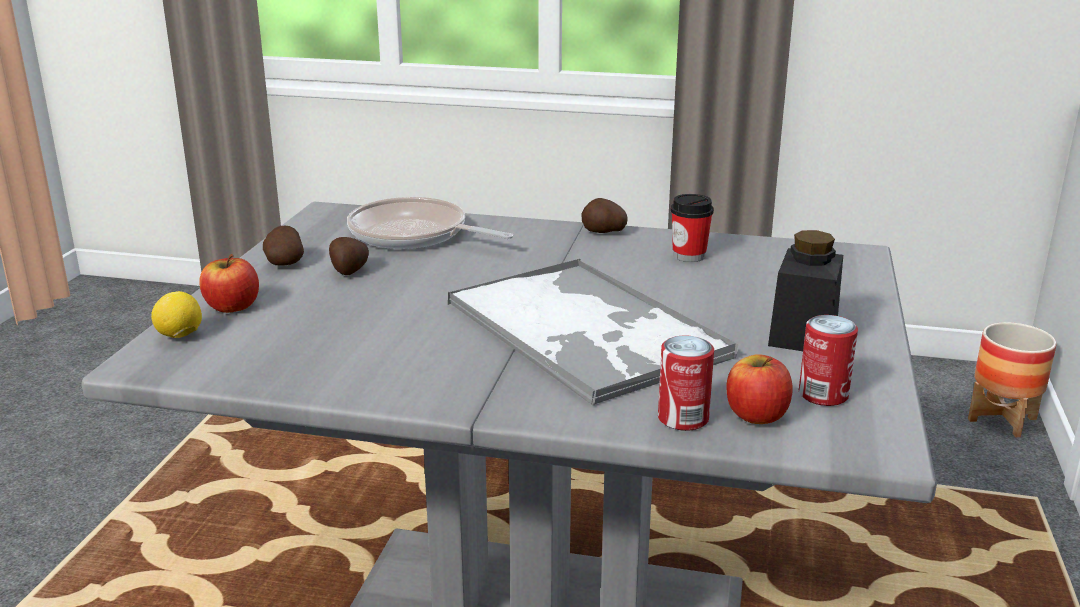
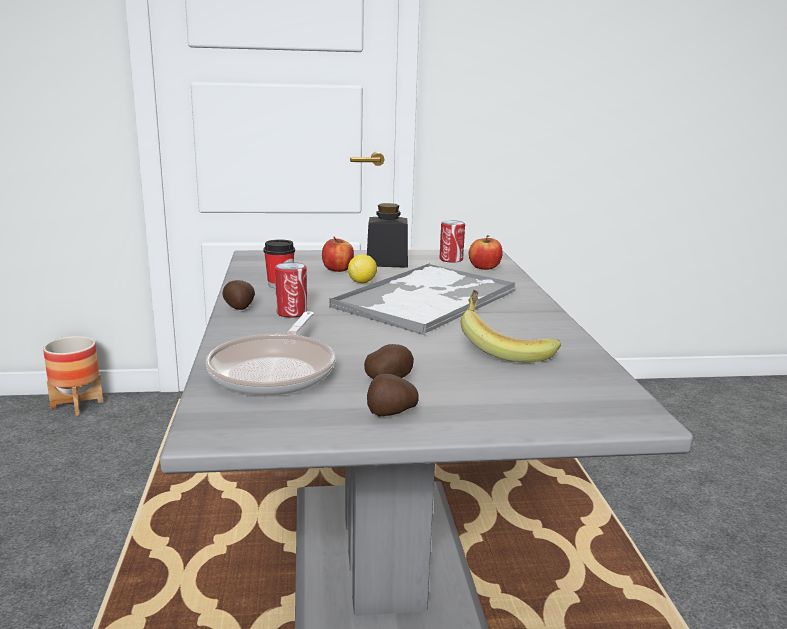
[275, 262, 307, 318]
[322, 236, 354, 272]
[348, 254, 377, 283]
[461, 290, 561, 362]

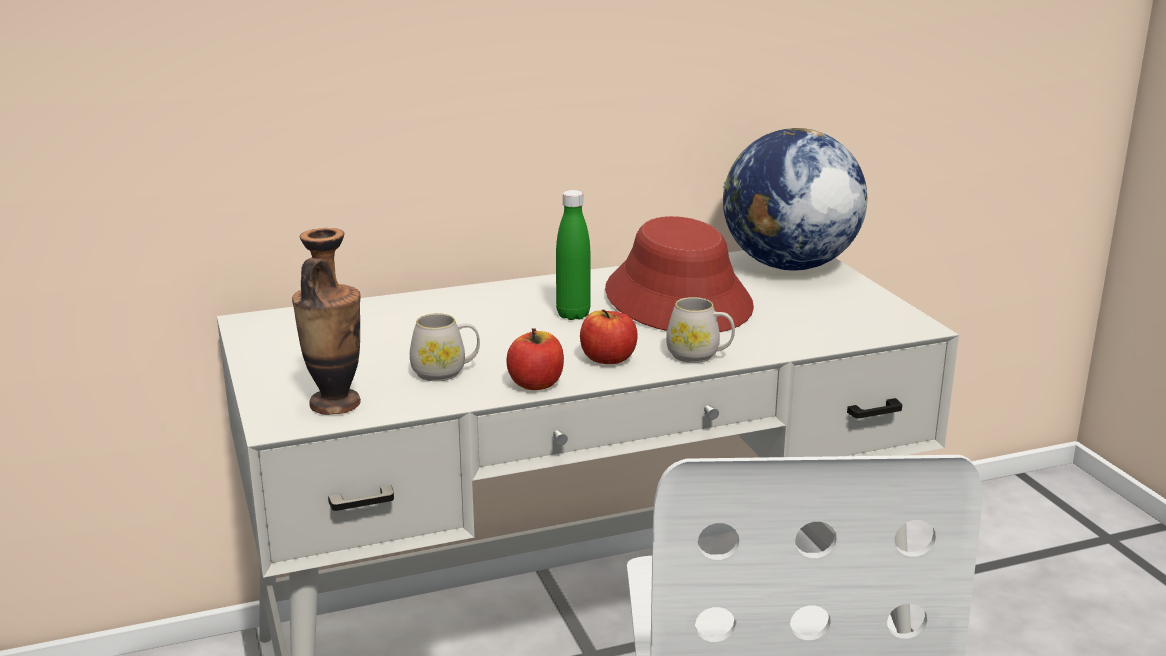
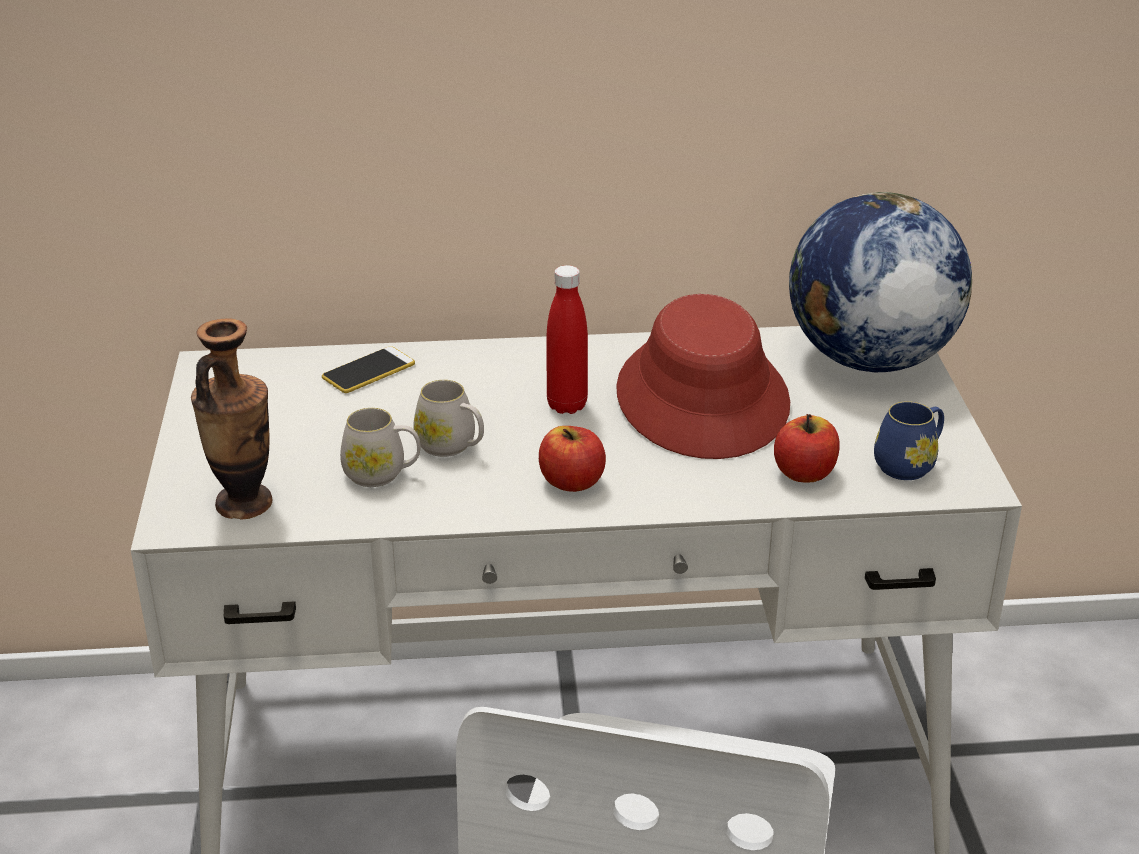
[322, 346, 415, 393]
[413, 380, 484, 457]
[547, 265, 588, 414]
[774, 414, 840, 482]
[874, 401, 944, 480]

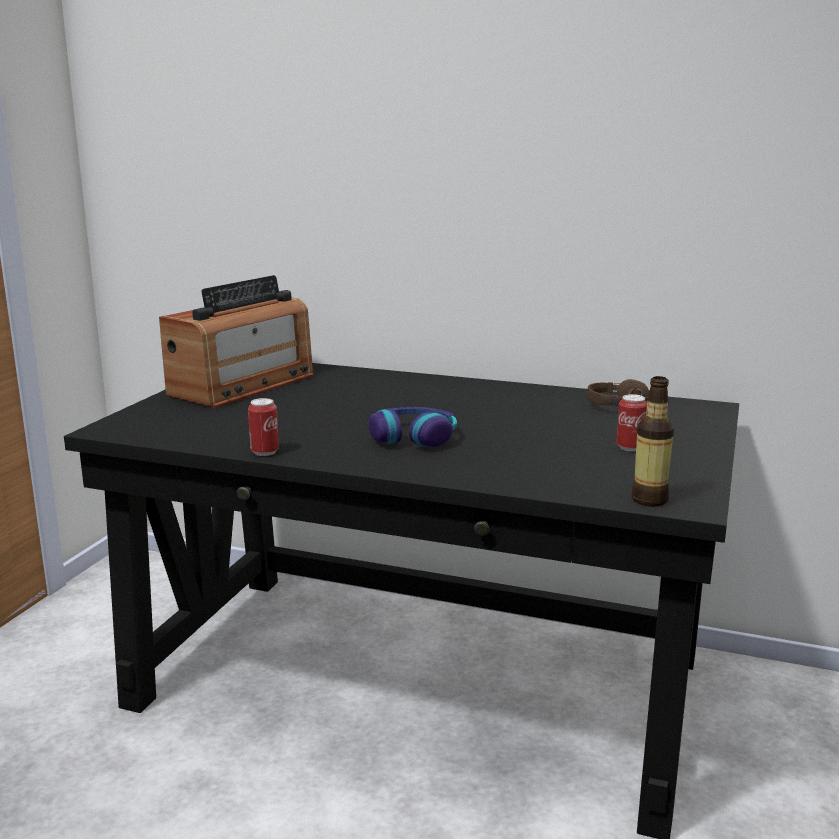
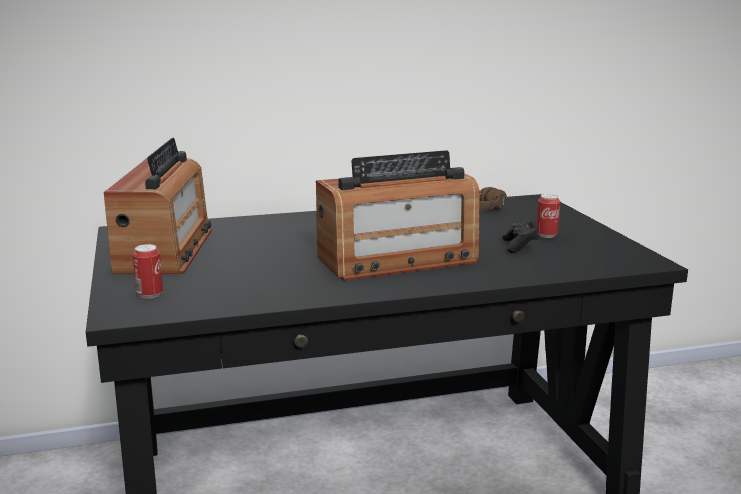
[133, 244, 163, 299]
[316, 150, 480, 281]
[502, 220, 539, 253]
[632, 376, 674, 507] (first image)

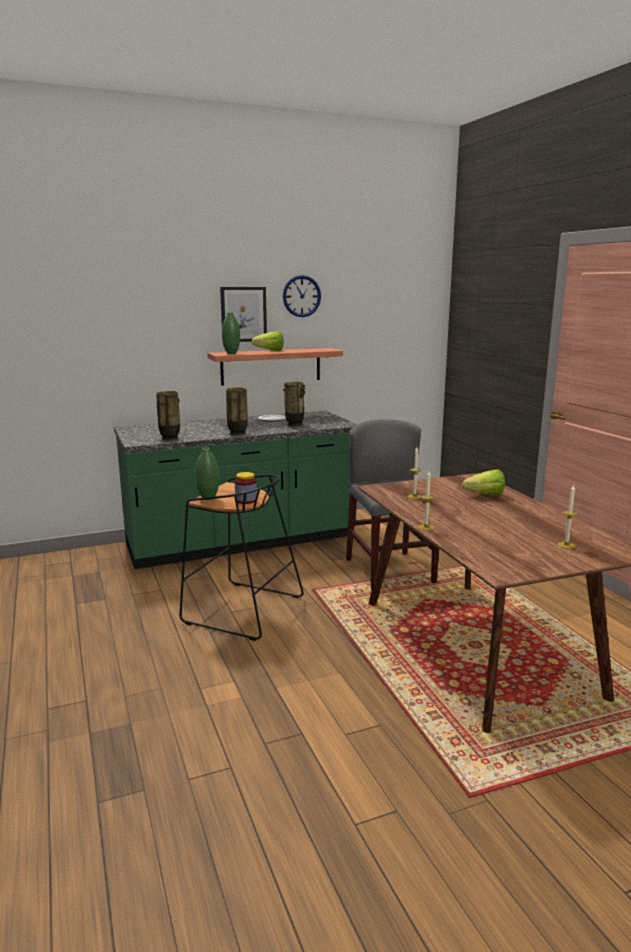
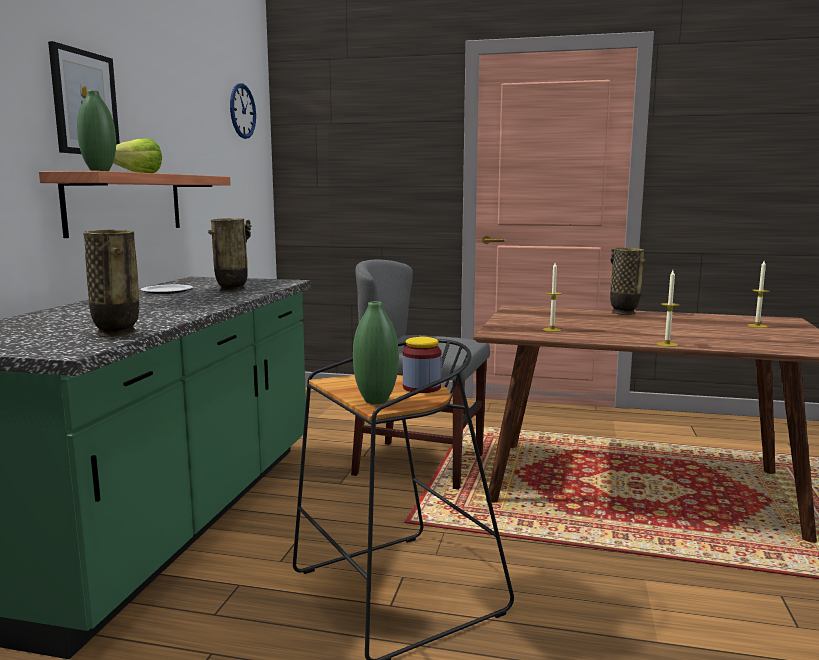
[230, 84, 256, 139]
[610, 248, 646, 315]
[462, 470, 505, 496] (first image)

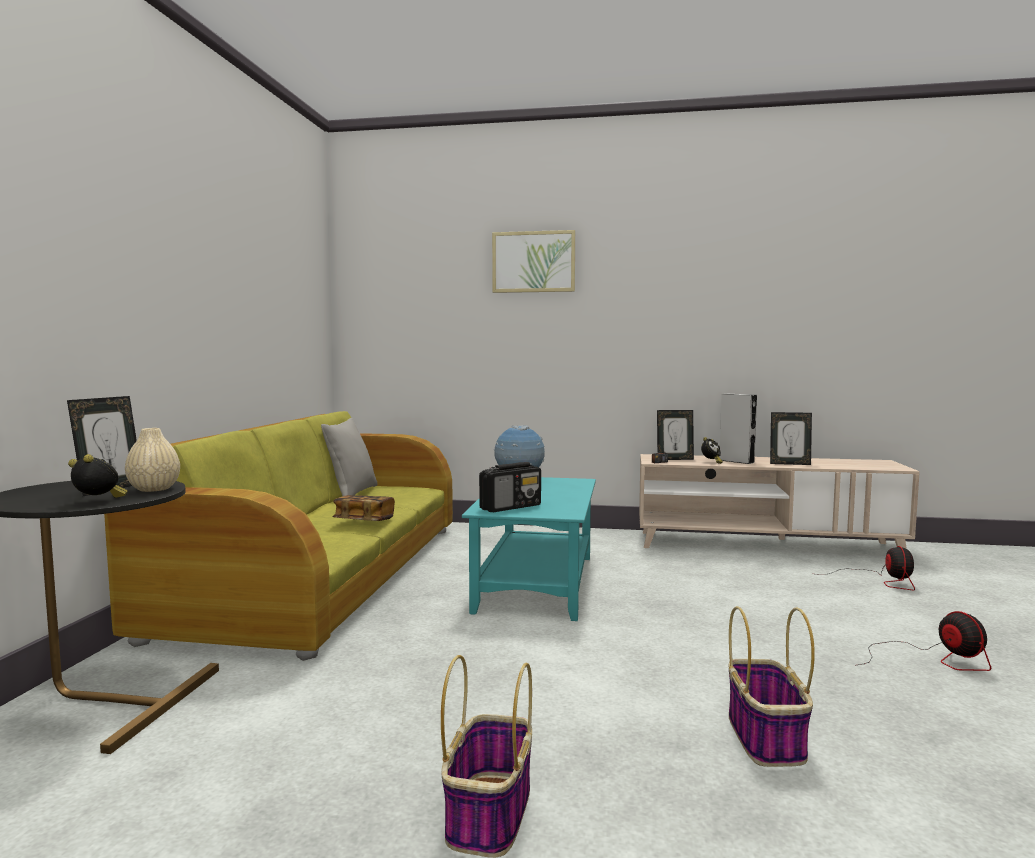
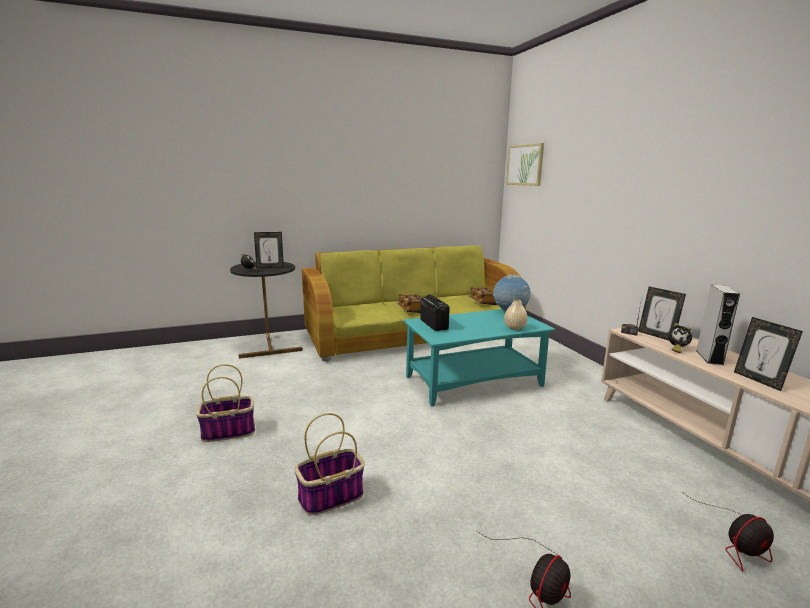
[420, 295, 450, 331]
[469, 287, 497, 305]
[504, 300, 528, 330]
[506, 143, 544, 186]
[321, 418, 377, 496] (first image)

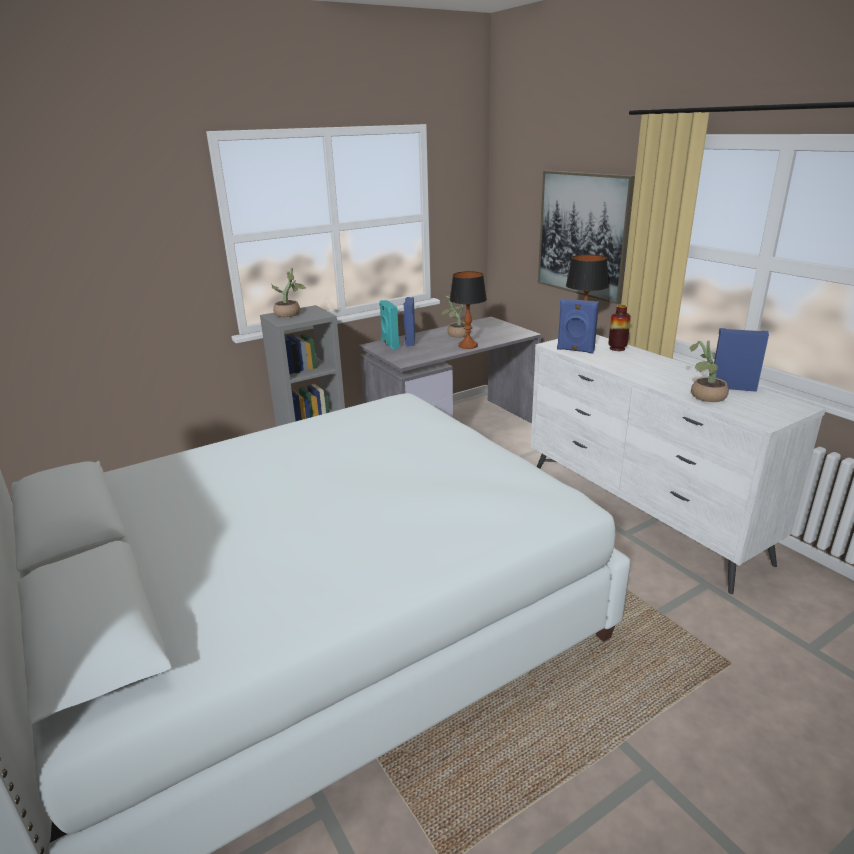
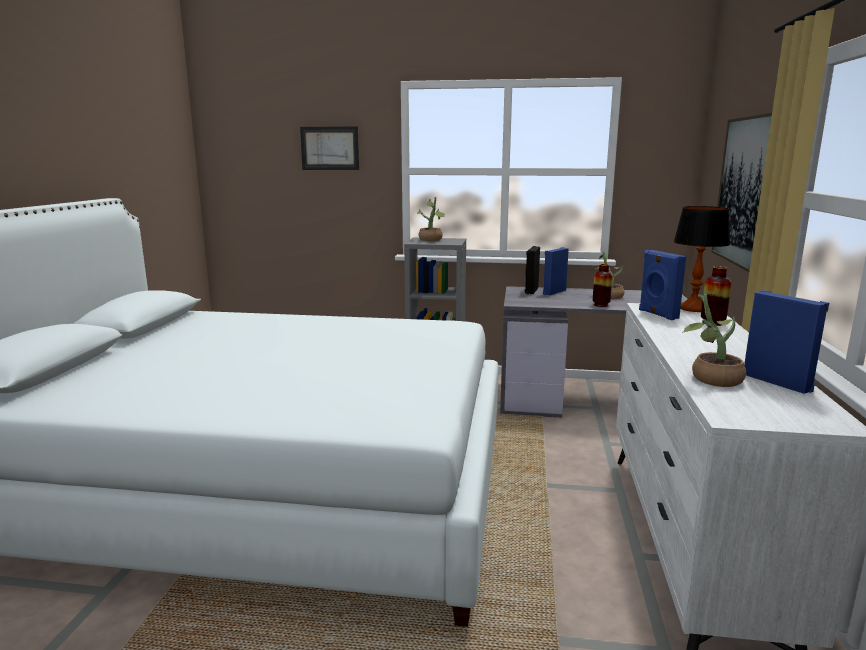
[300, 126, 359, 170]
[525, 246, 540, 294]
[593, 264, 613, 307]

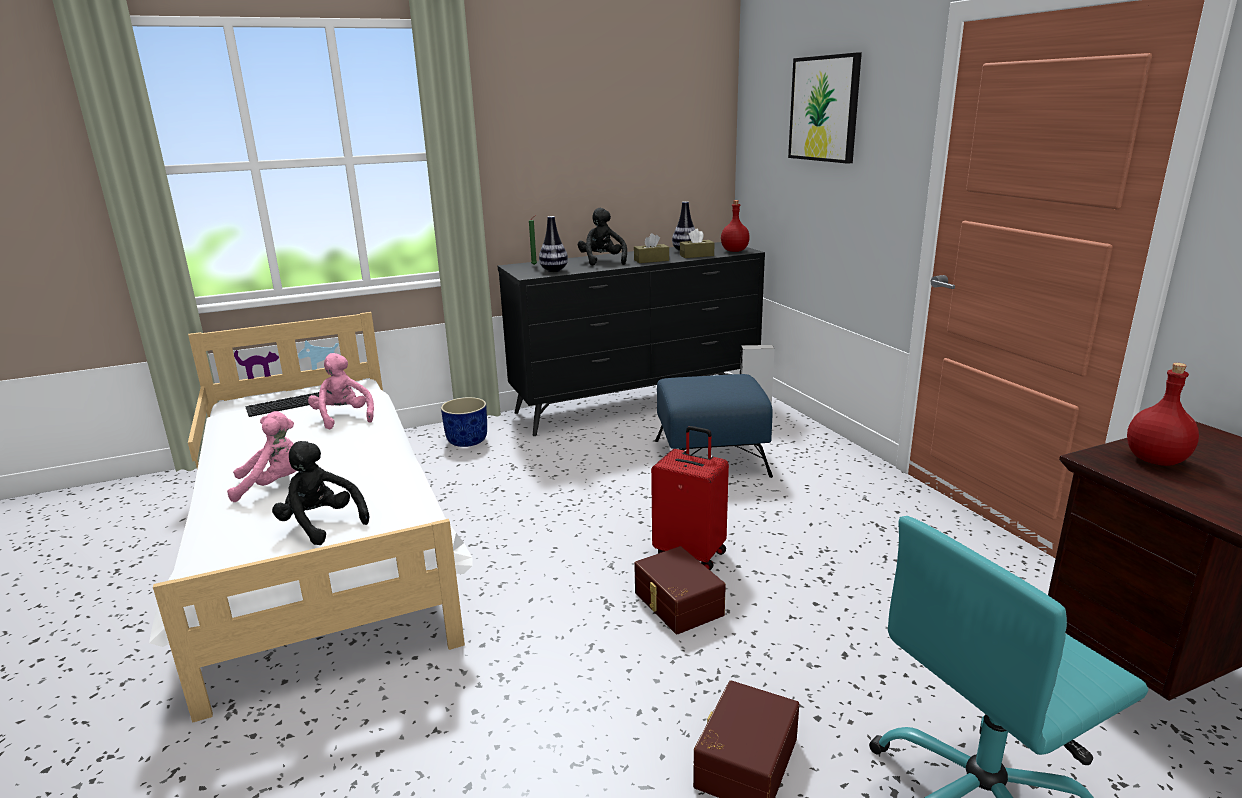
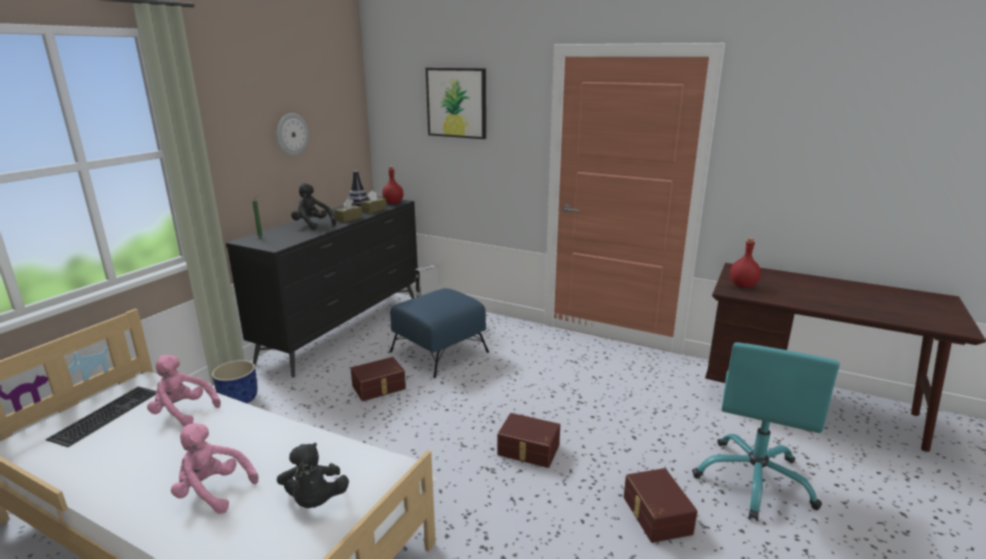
[171, 423, 259, 514]
[277, 113, 309, 156]
[277, 443, 349, 508]
[351, 357, 406, 401]
[539, 216, 568, 272] (first image)
[651, 426, 729, 570] (first image)

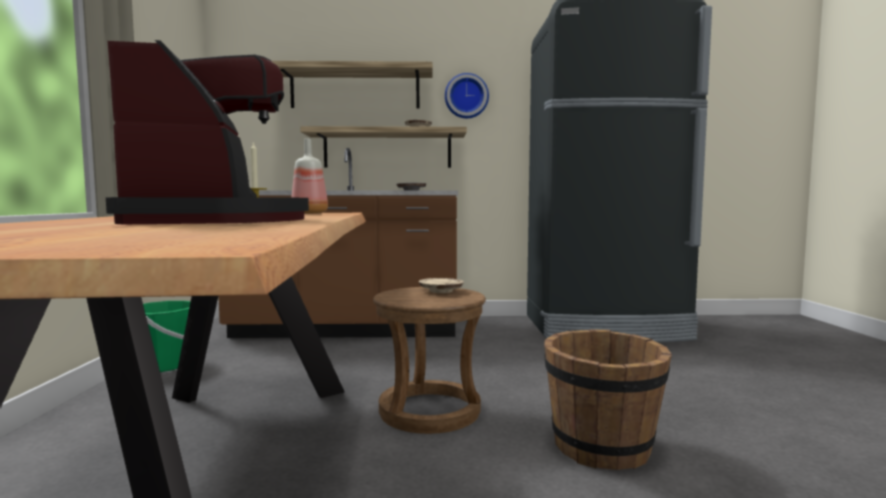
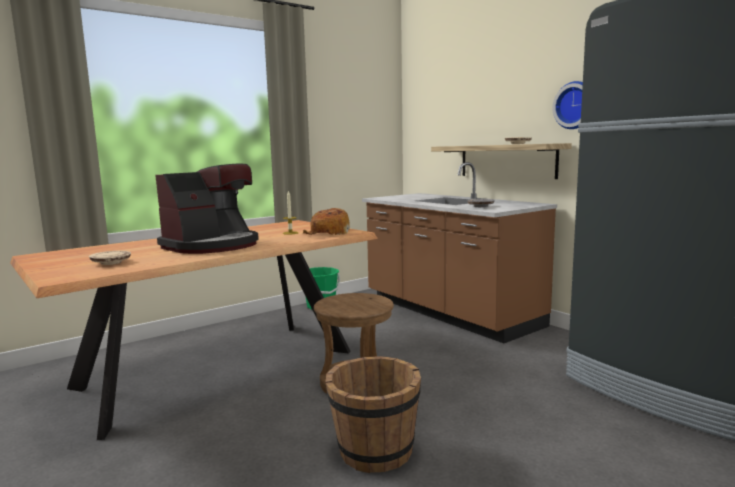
[89, 251, 131, 265]
[303, 208, 350, 235]
[272, 61, 433, 109] (first image)

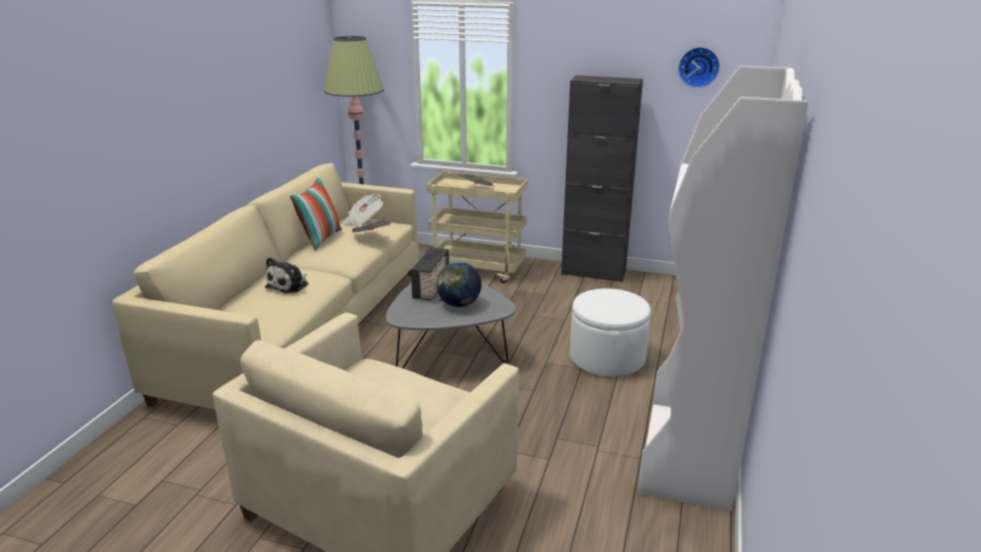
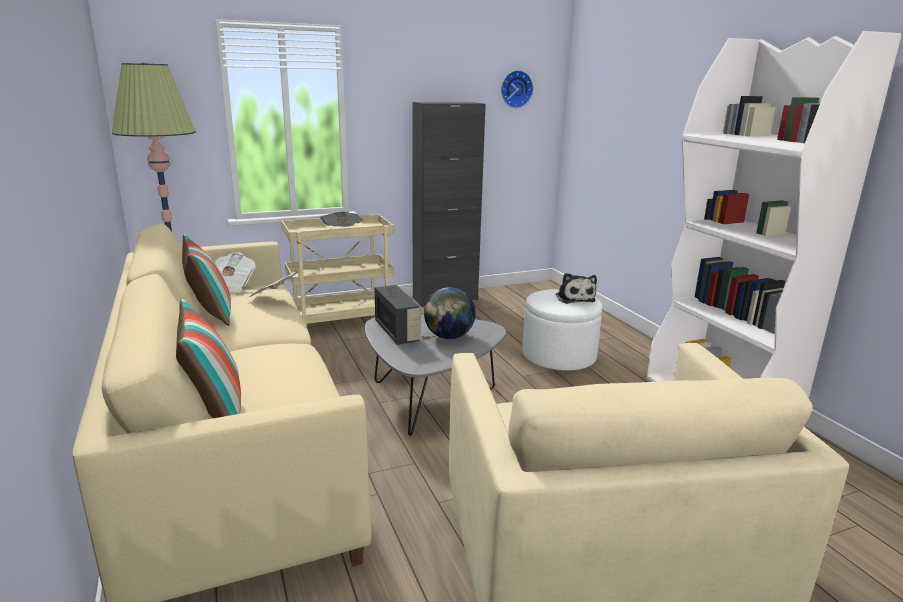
[176, 299, 241, 418]
[556, 273, 597, 304]

